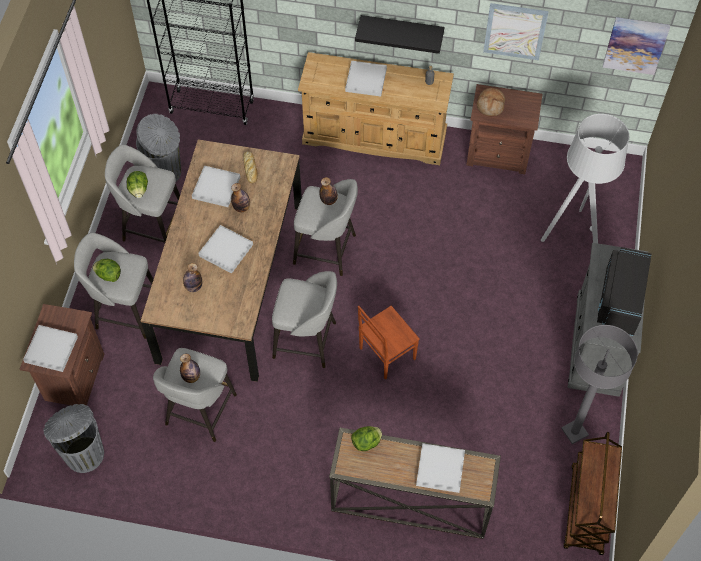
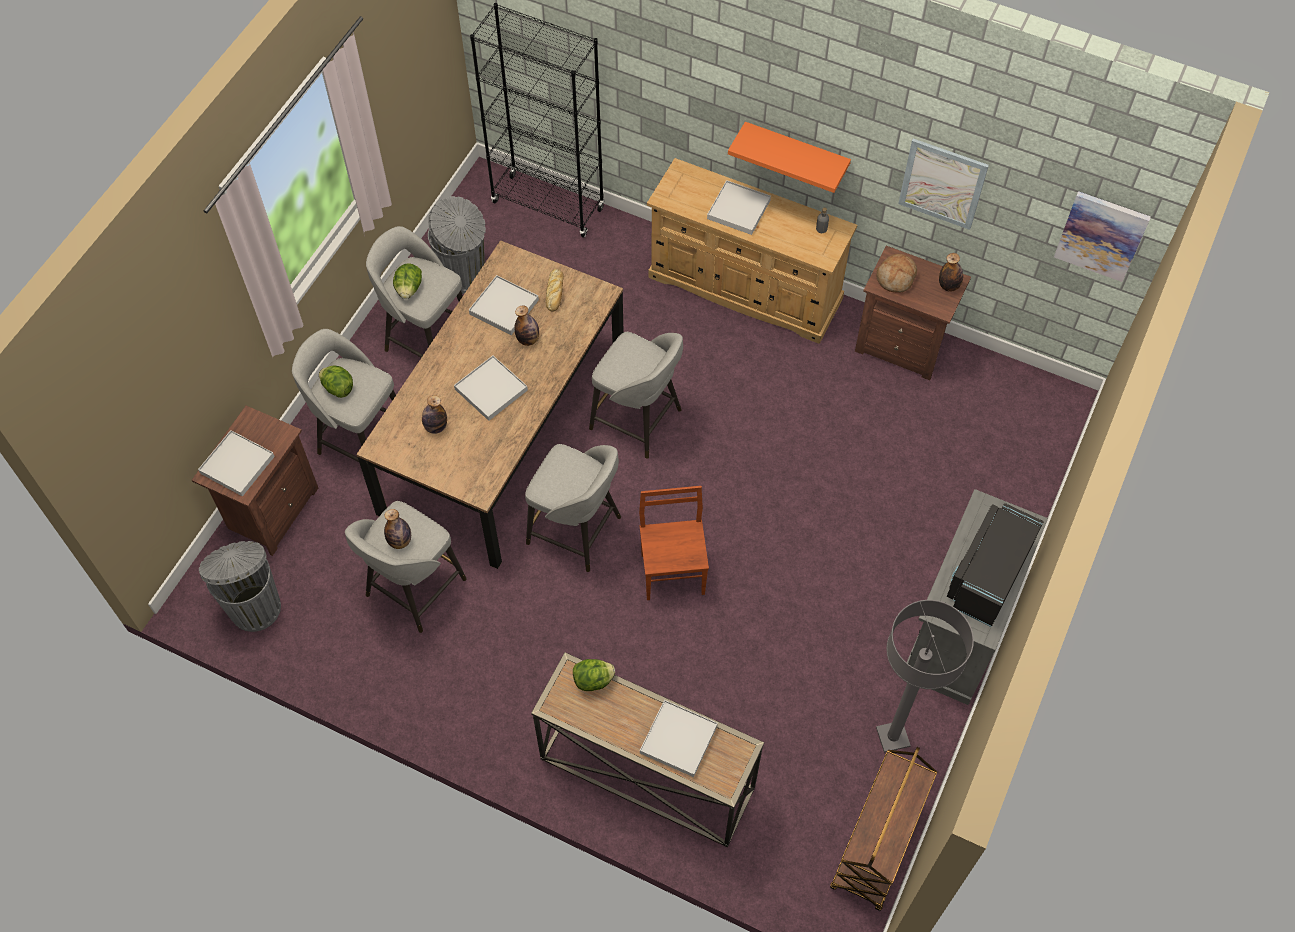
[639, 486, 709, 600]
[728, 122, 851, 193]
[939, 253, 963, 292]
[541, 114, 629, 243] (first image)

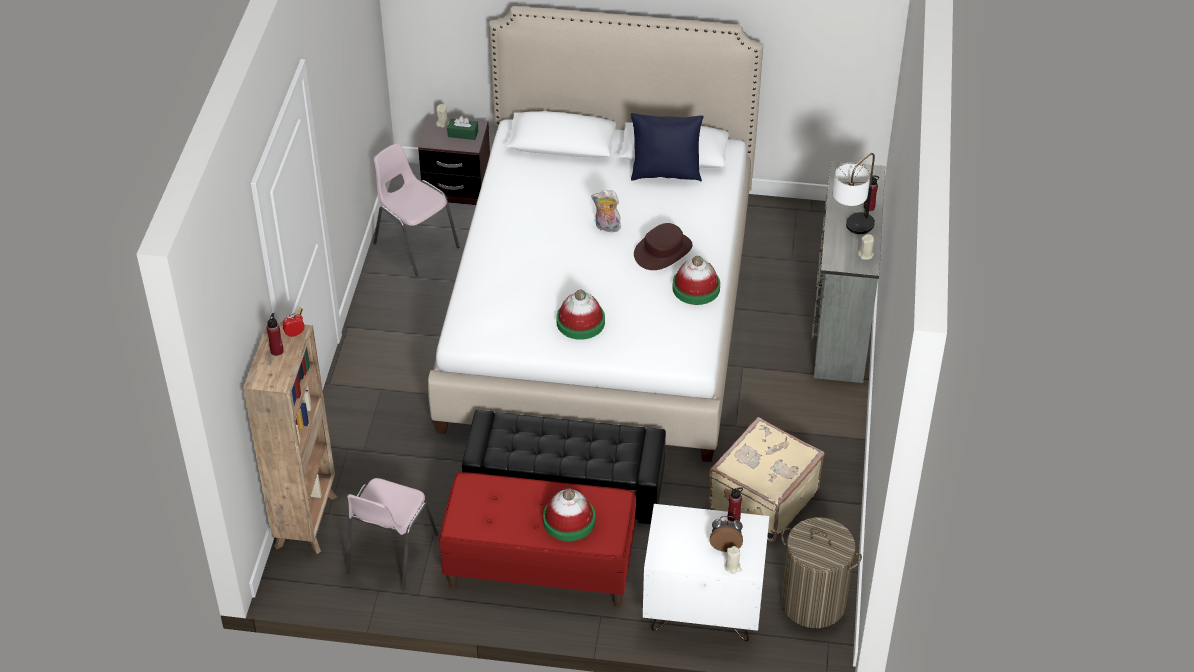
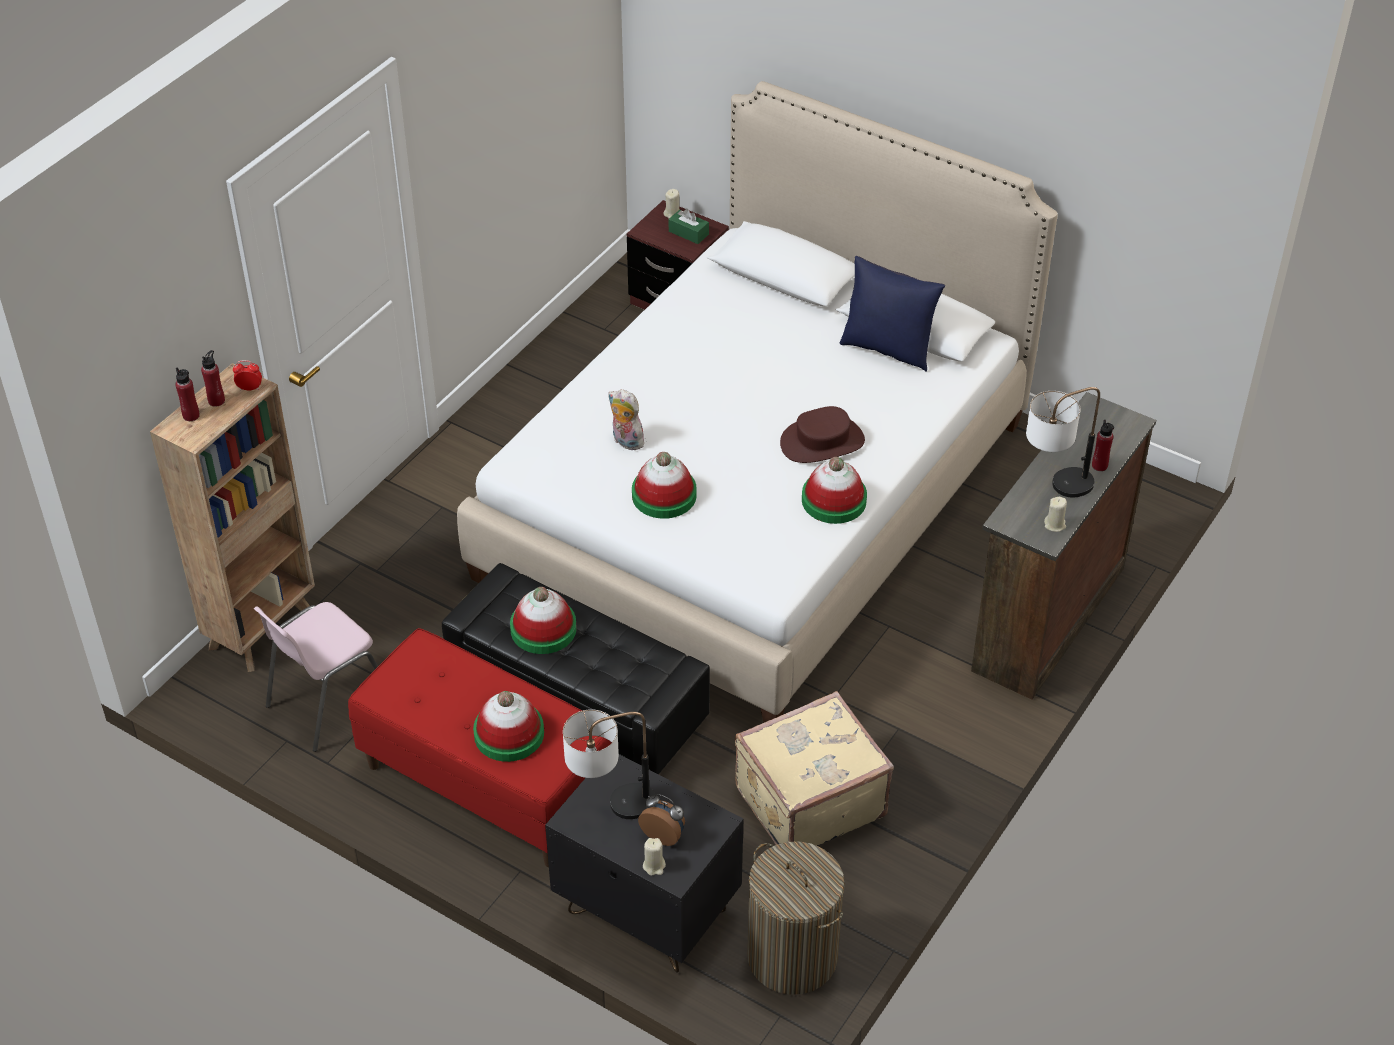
[175, 368, 200, 421]
[510, 587, 577, 654]
[545, 754, 743, 973]
[563, 709, 655, 819]
[608, 389, 644, 450]
[971, 392, 1156, 700]
[374, 143, 459, 276] (first image)

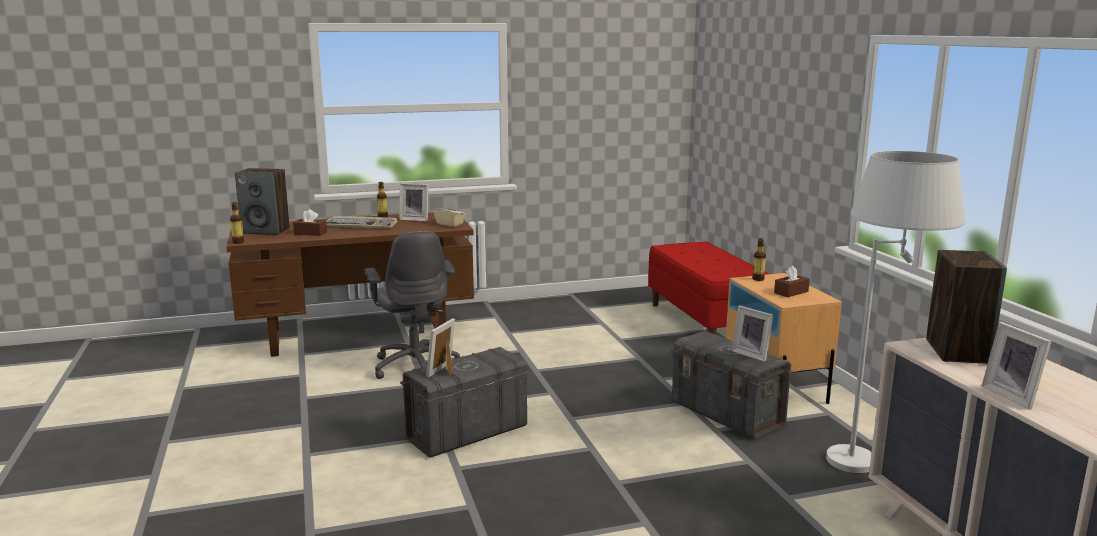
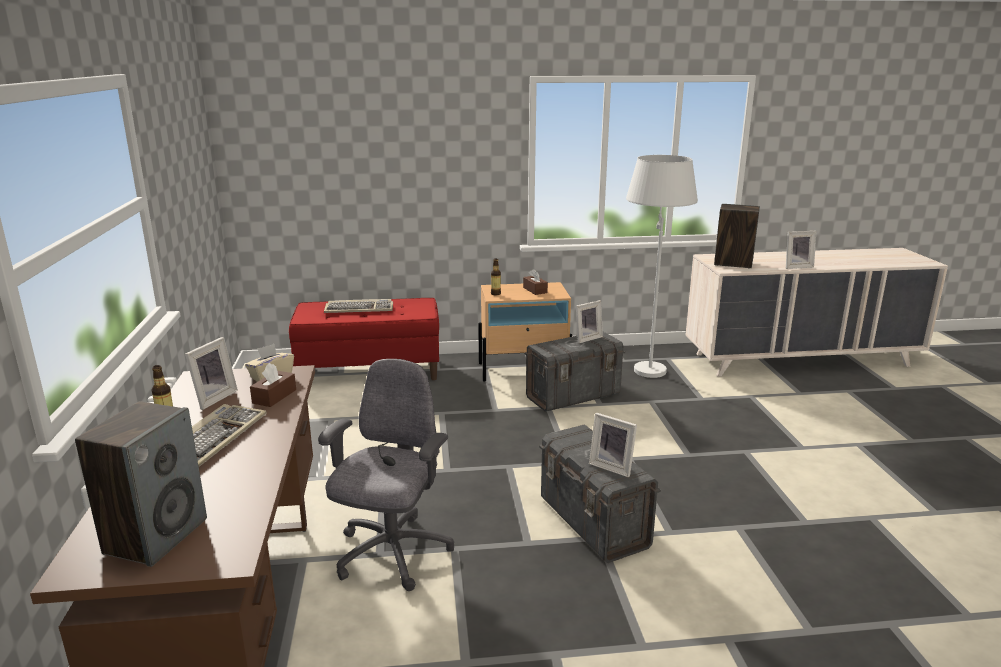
[250, 363, 296, 407]
[318, 359, 454, 591]
[324, 299, 393, 313]
[230, 202, 244, 244] (first image)

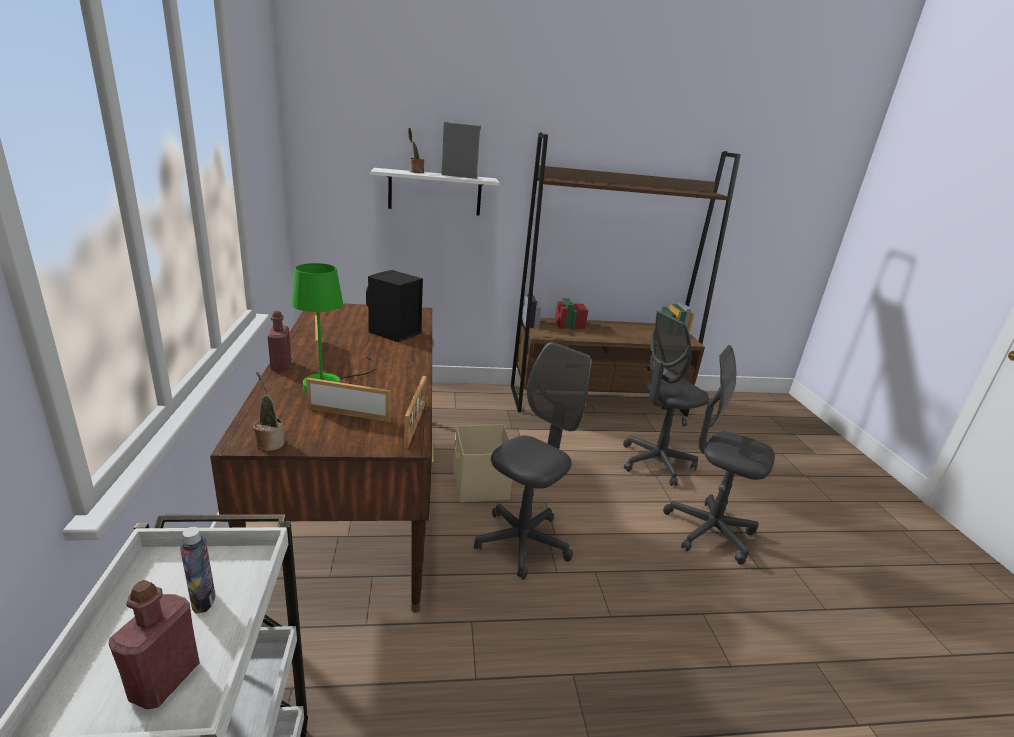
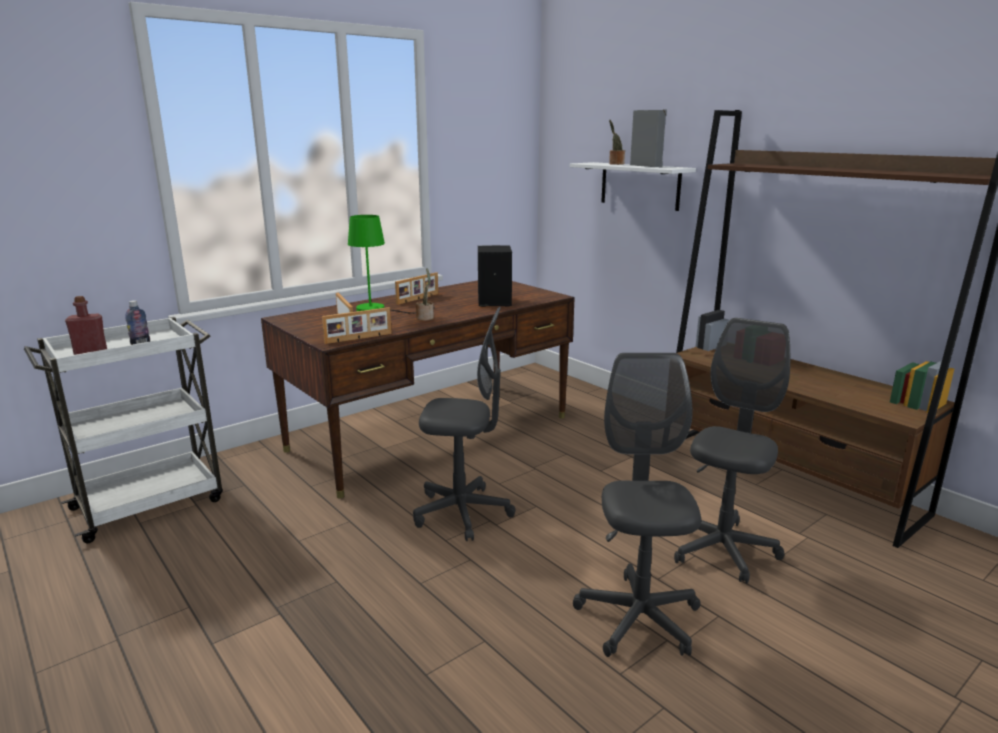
[416, 268, 434, 321]
[674, 318, 790, 584]
[267, 311, 291, 371] (first image)
[453, 424, 512, 503] (first image)

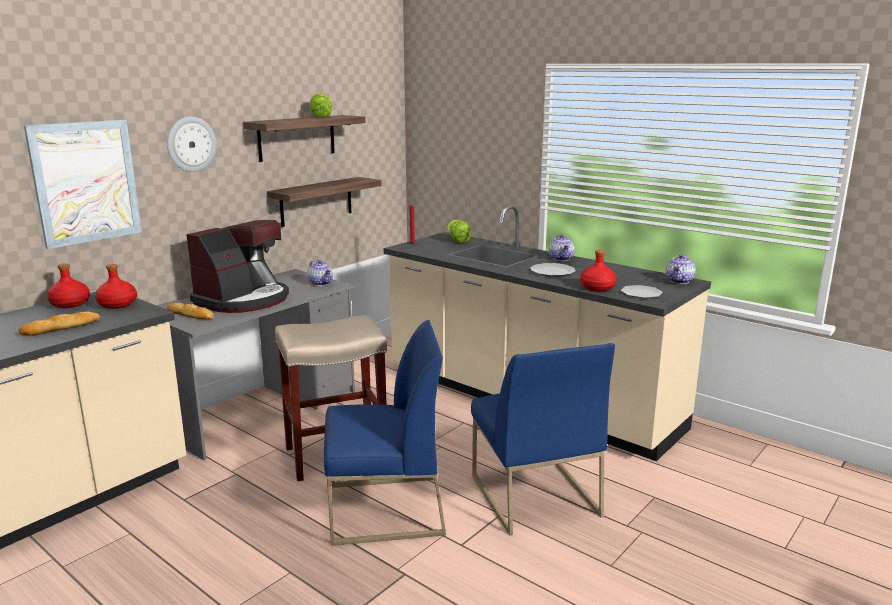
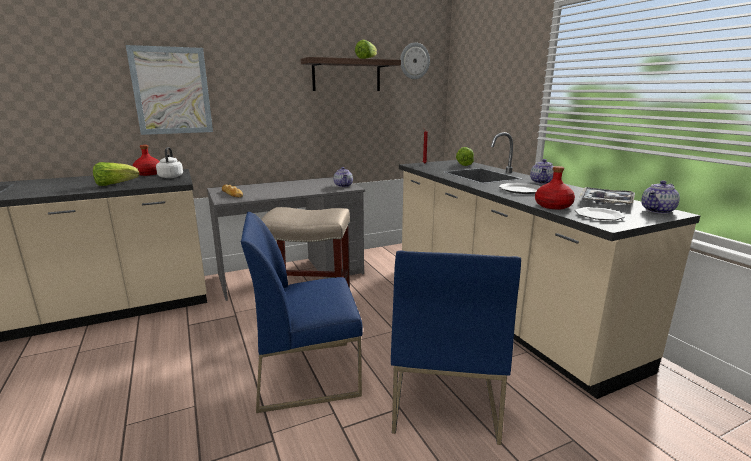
[93, 162, 139, 186]
[156, 147, 183, 178]
[241, 212, 363, 413]
[400, 42, 430, 79]
[579, 187, 635, 204]
[186, 220, 289, 313] (first image)
[267, 177, 382, 227] (first image)

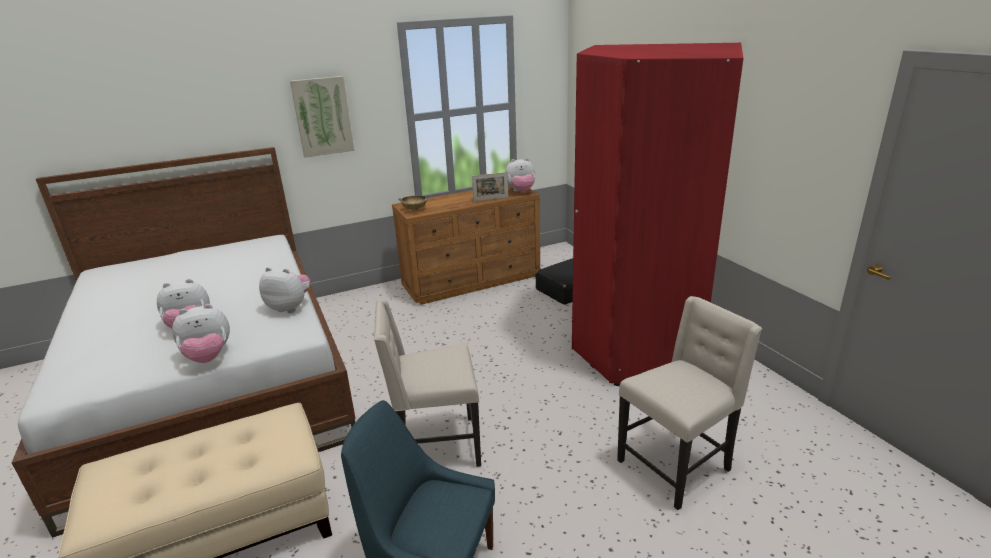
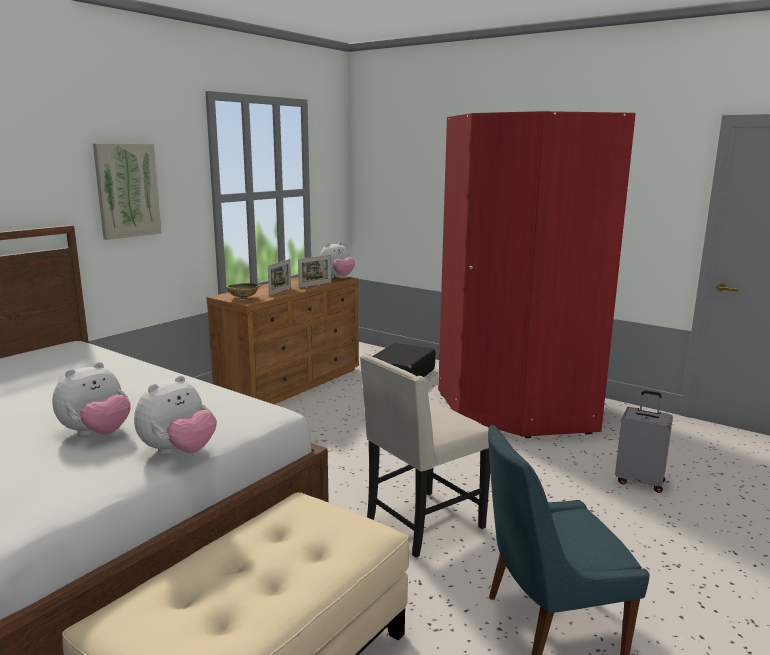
[268, 259, 291, 296]
[615, 390, 673, 493]
[259, 267, 311, 313] (first image)

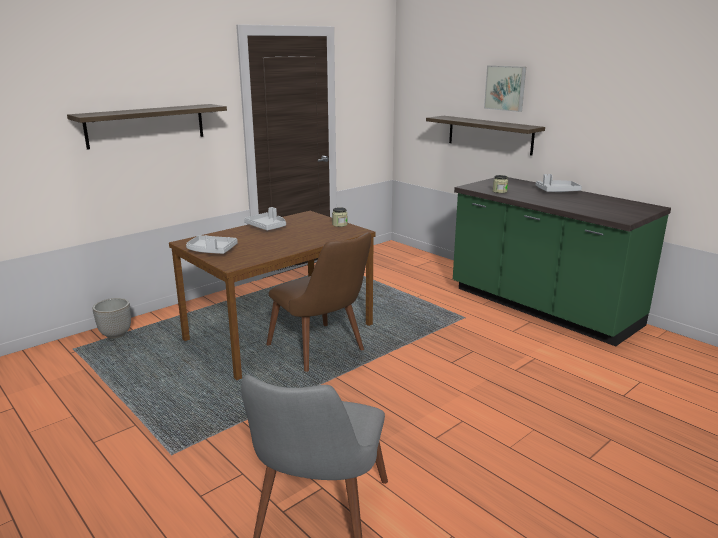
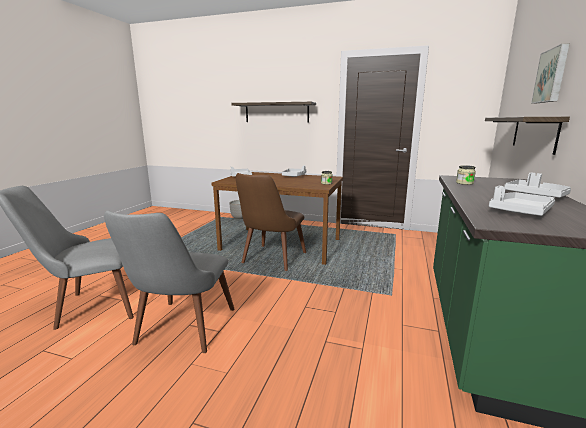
[104, 210, 235, 353]
[489, 186, 555, 216]

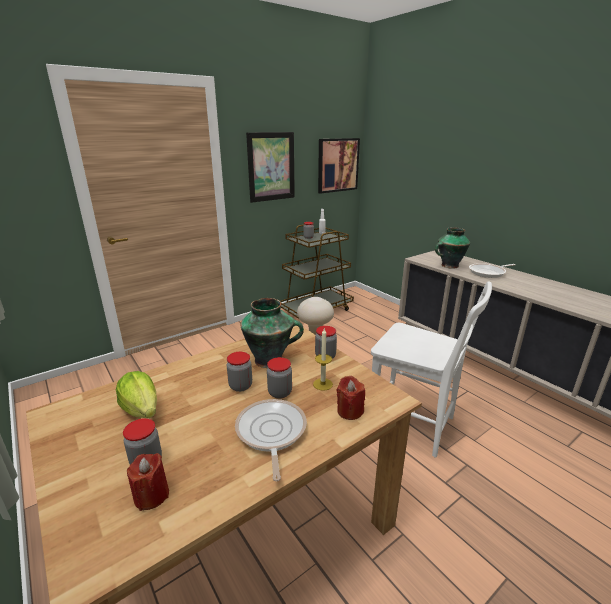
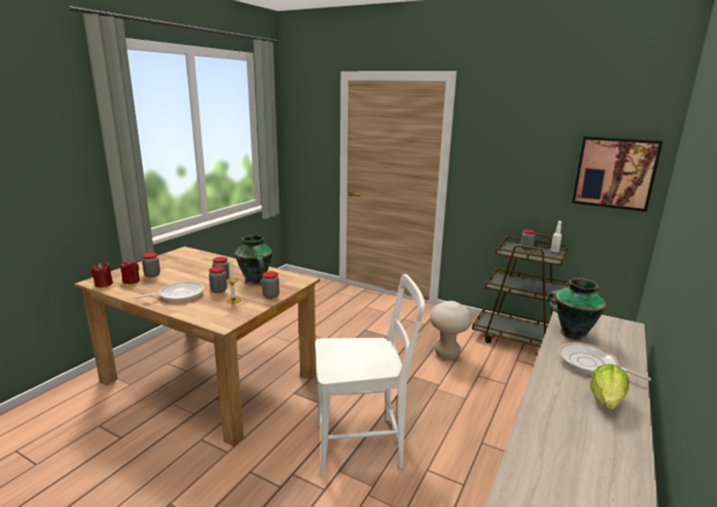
[91, 263, 113, 288]
[315, 274, 425, 475]
[590, 364, 629, 410]
[246, 132, 295, 203] (first image)

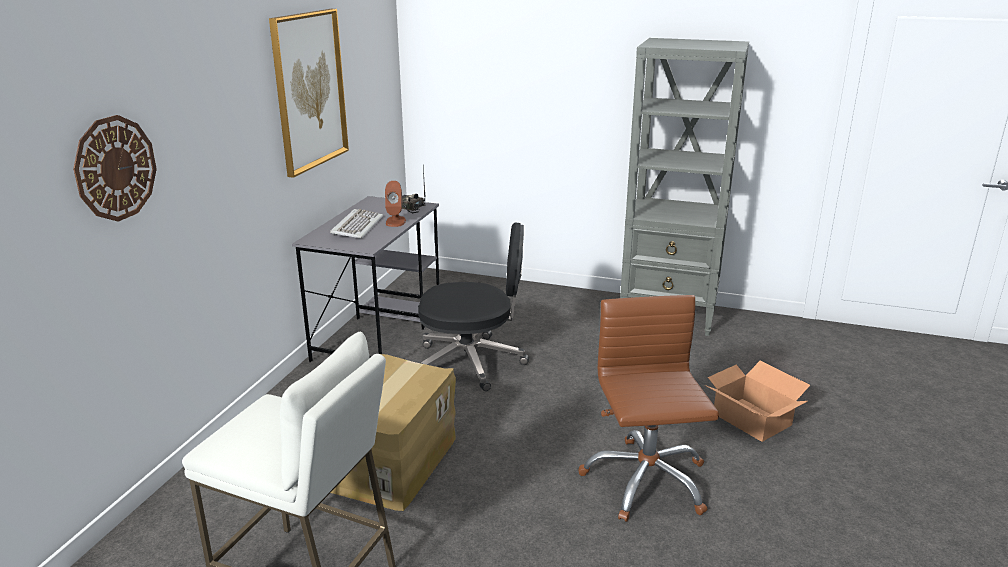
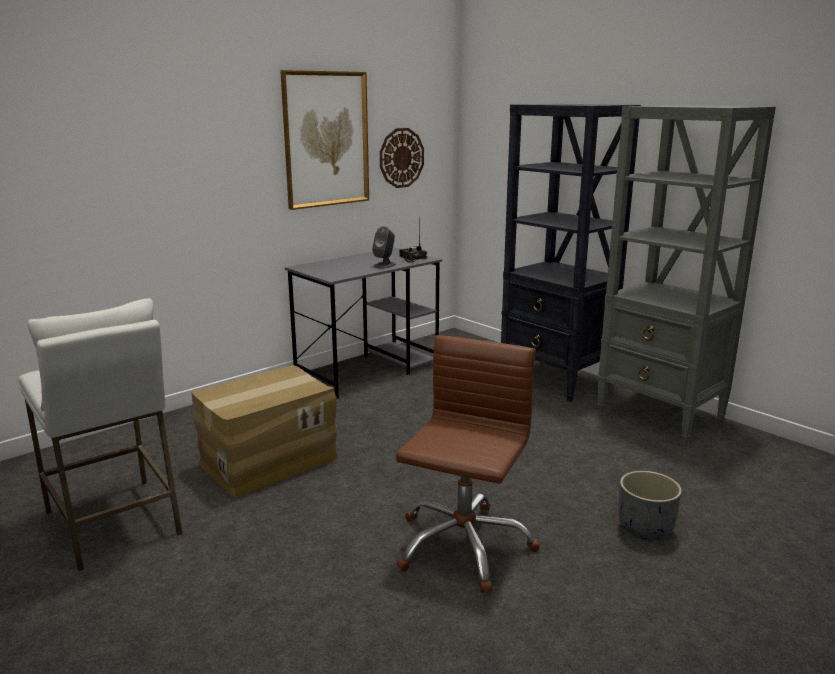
[372, 226, 396, 269]
[380, 128, 424, 188]
[501, 104, 641, 402]
[619, 471, 682, 541]
[330, 209, 383, 238] (first image)
[418, 222, 529, 391] (first image)

